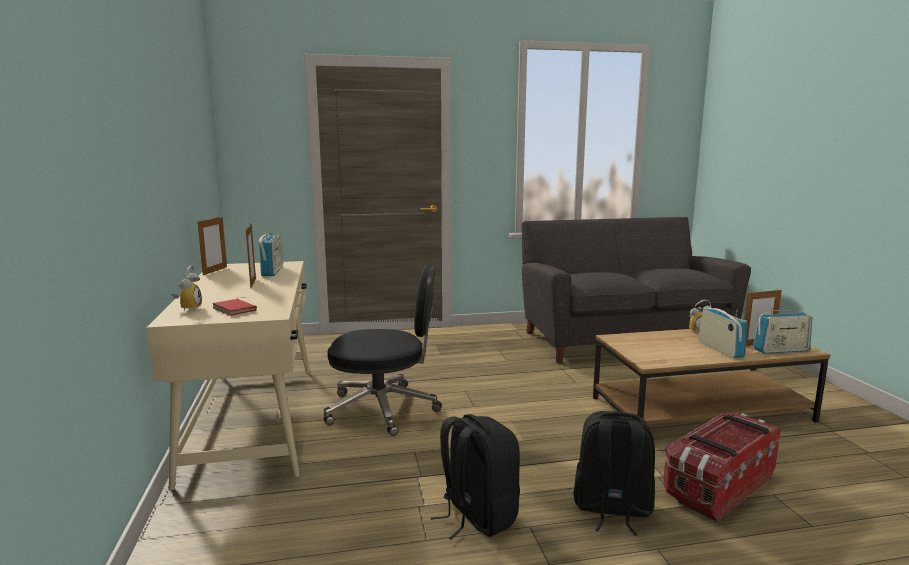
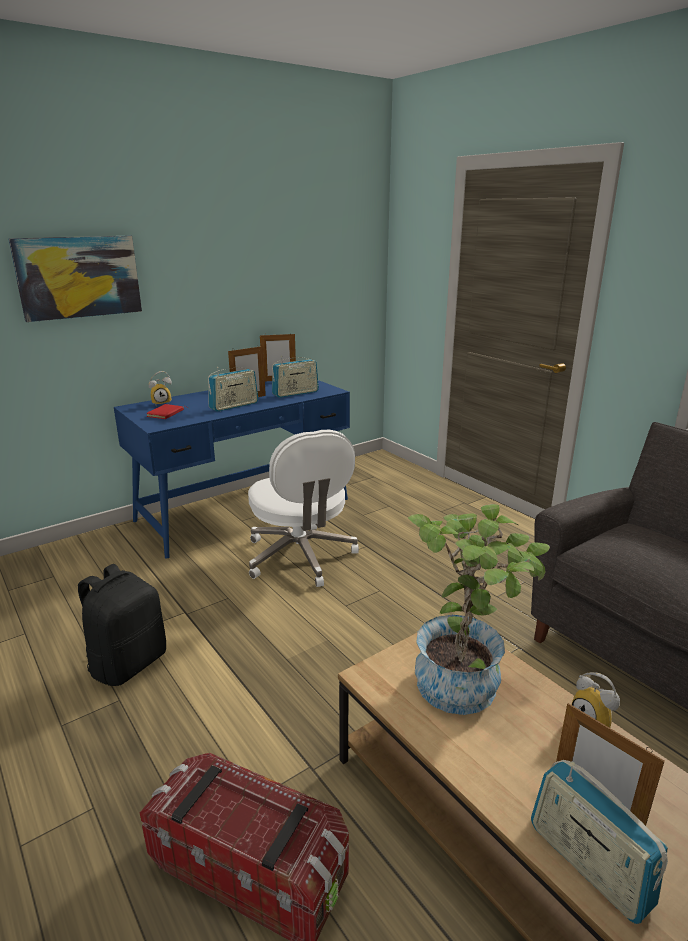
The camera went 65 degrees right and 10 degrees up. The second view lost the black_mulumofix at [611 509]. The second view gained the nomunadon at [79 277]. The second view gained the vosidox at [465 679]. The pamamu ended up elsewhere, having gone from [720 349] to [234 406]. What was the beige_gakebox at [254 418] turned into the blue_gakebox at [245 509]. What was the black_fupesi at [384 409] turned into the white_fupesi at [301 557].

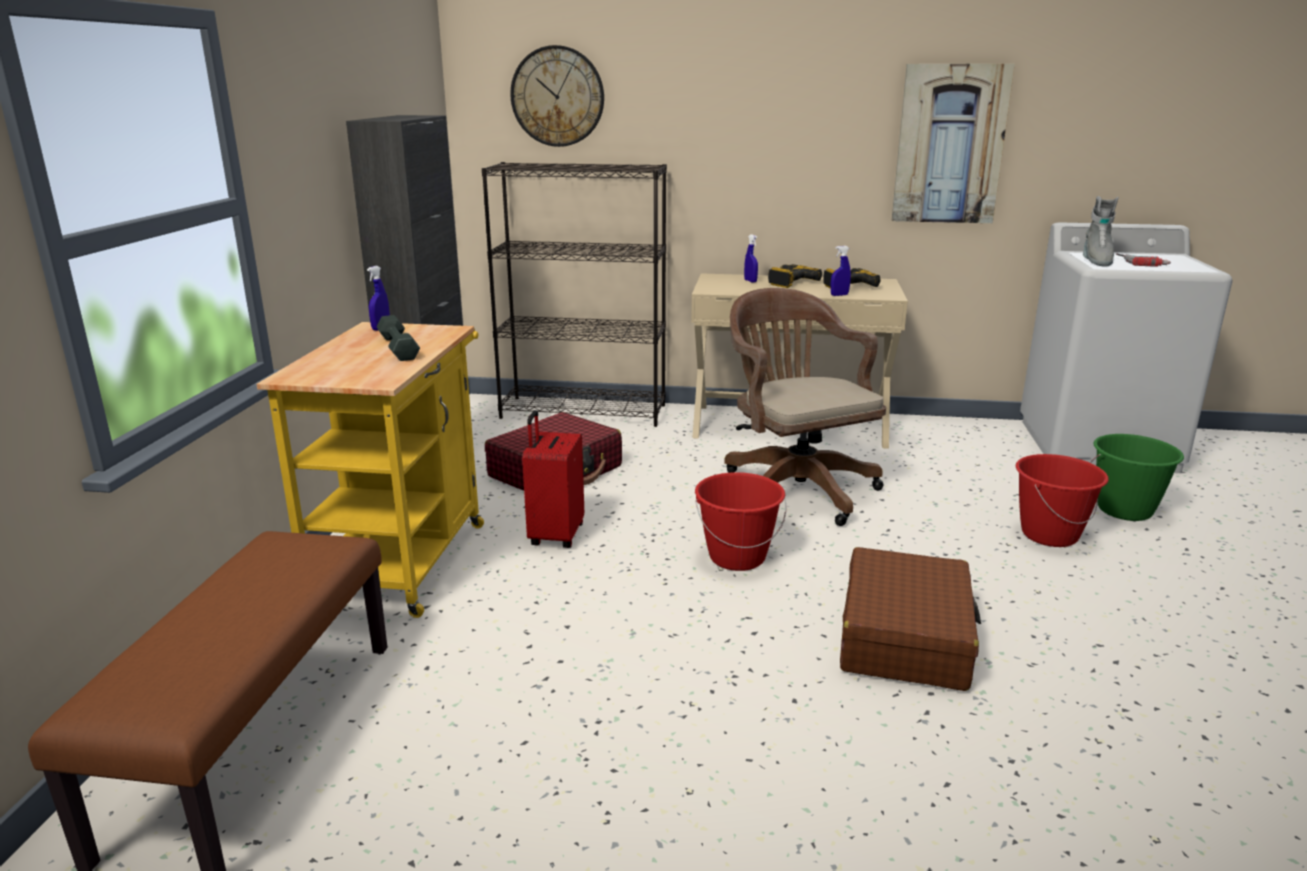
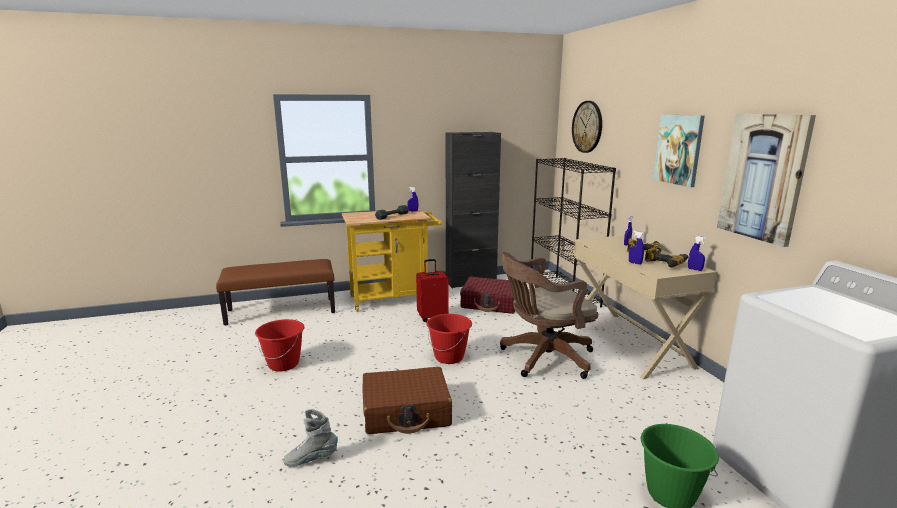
The camera went 65 degrees right and 5 degrees down. The second view lost the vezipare at [1142 262]. The second view gained the nomunadon at [679 149]. The second view gained the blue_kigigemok at [694 269]. The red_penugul ended up elsewhere, having gone from [1049 535] to [284 364]. The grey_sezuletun ended up elsewhere, having gone from [1096 261] to [311 459]. The brown_fupesi at [794 487] ended up facing another way, 150 degrees counterclockwise from before.

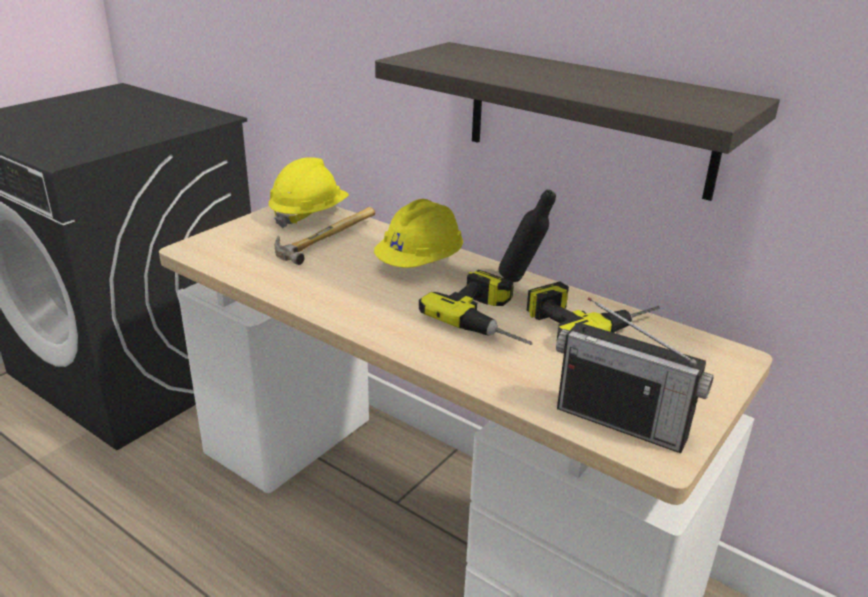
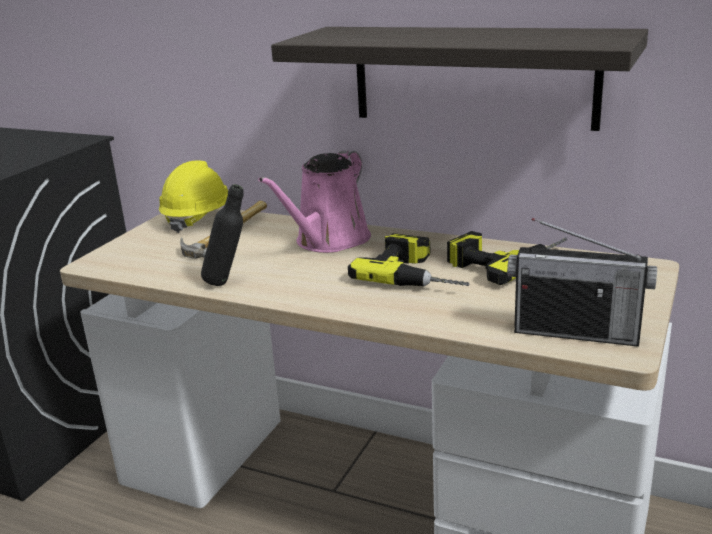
The camera went 10 degrees left and 5 degrees down. The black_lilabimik ended up elsewhere, having gone from [522 279] to [228 282]. Where the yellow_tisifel stood at [420 264], the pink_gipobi came to stand at [328 241].

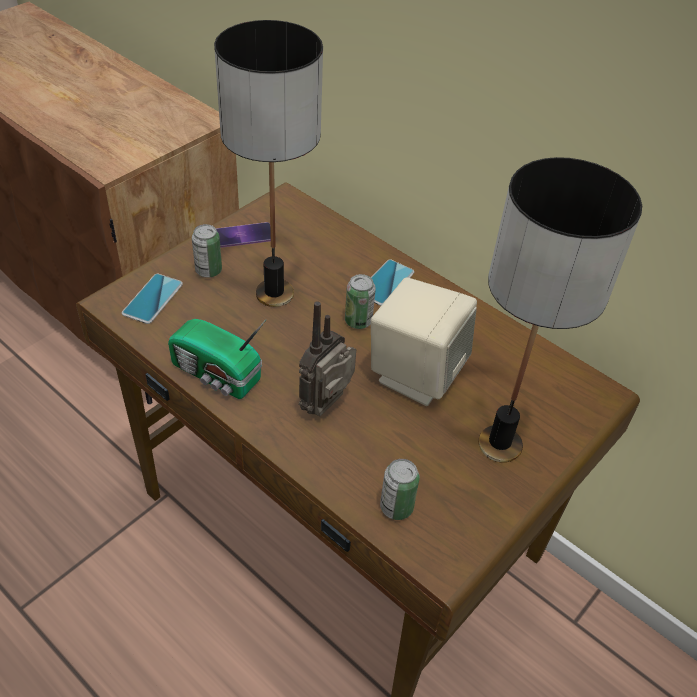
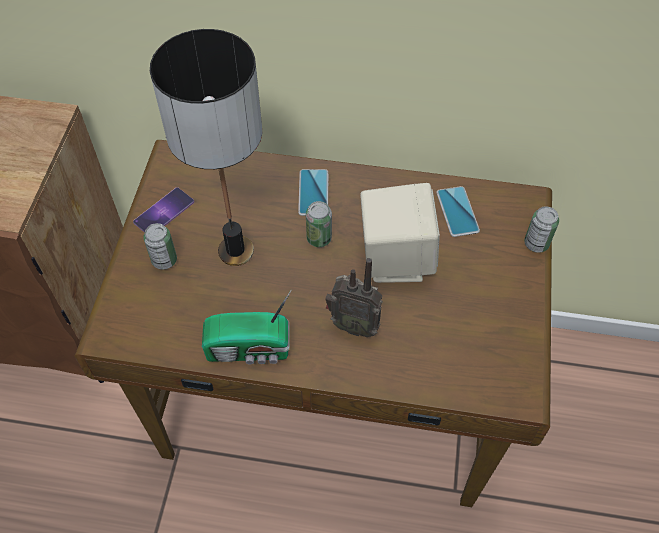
The camera went 30 degrees left and 10 degrees up. The second view lost the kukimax at [500 444]. The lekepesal ended up elsewhere, having gone from [153 299] to [457 212]. The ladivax ended up elsewhere, having gone from [396 507] to [536 243]. The pamamu at [328 406] ended up facing another way, 75 degrees counterclockwise from before.

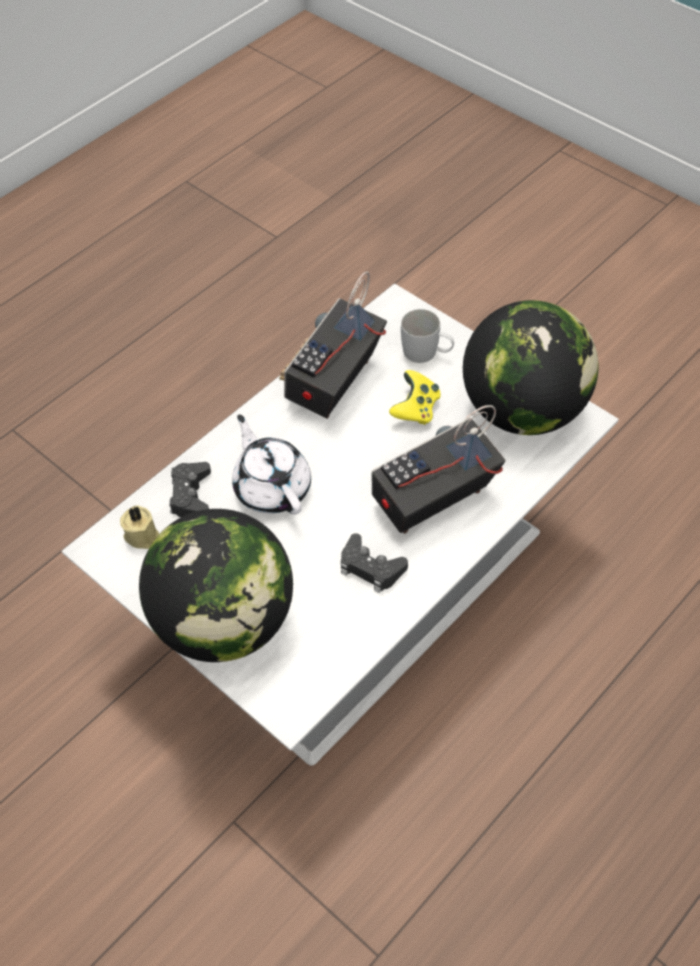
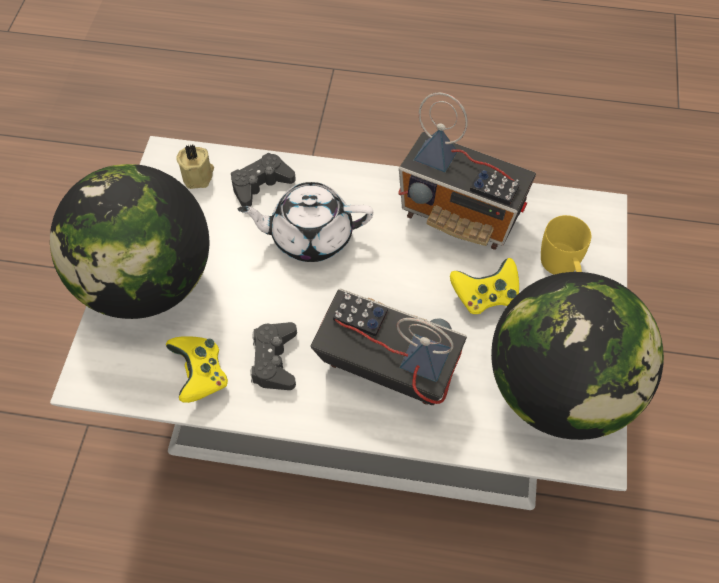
The camera went 55 degrees right and 5 degrees up. The second view gained the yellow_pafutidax at [200 376]. What was the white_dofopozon at [427 353] turned into the yellow_dofopozon at [562 268]. The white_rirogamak at [272 487] ended up facing another way, 120 degrees counterclockwise from before. The pamamu at [333 384] ended up facing another way, 150 degrees counterclockwise from before.

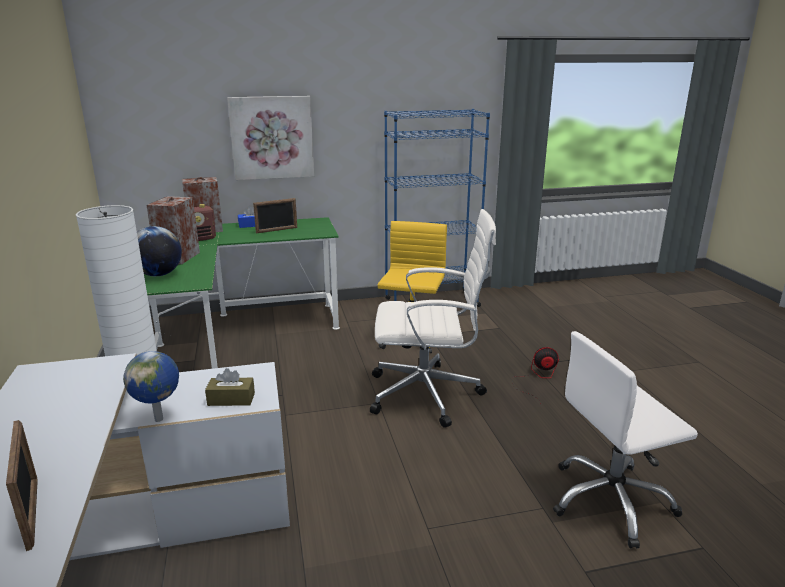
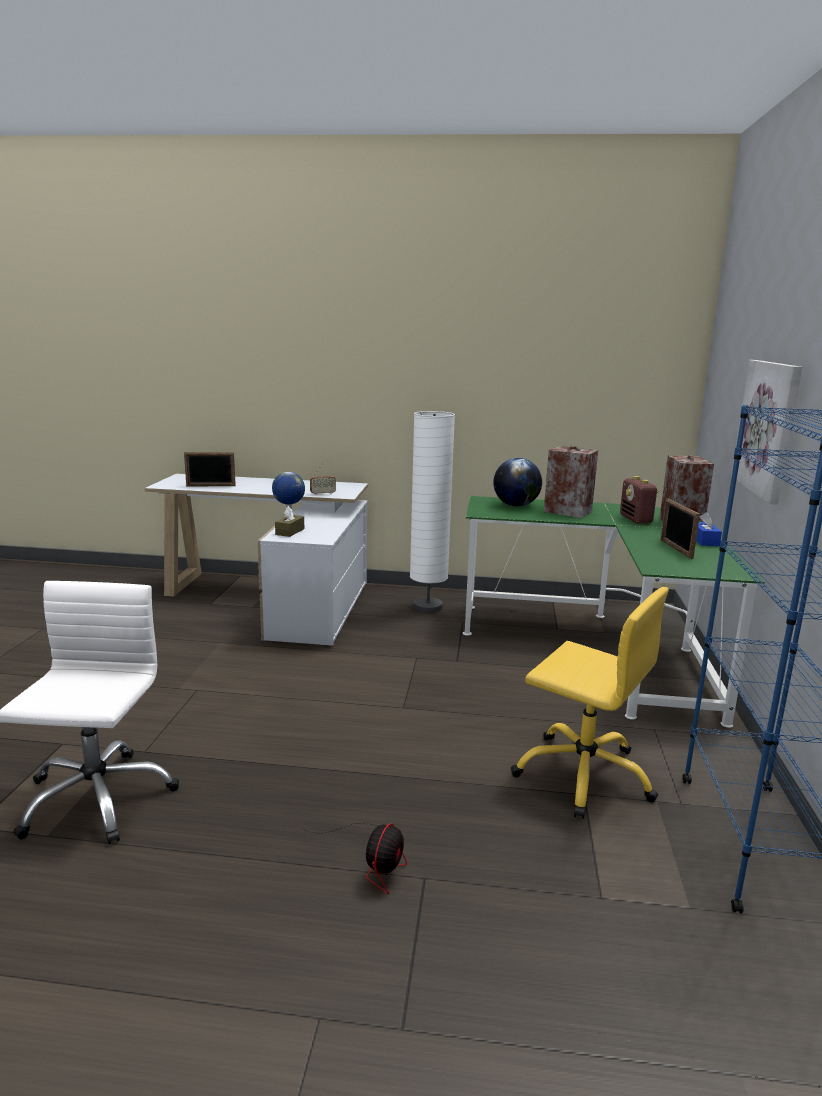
The camera went 110 degrees right and 5 degrees down. The second view lost the white_fupesi at [428 394]. The second view gained the pamamu at [322 494].

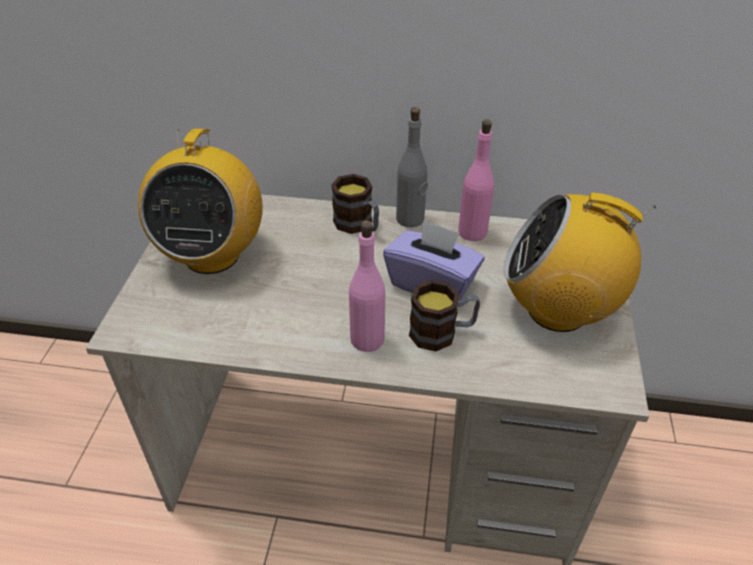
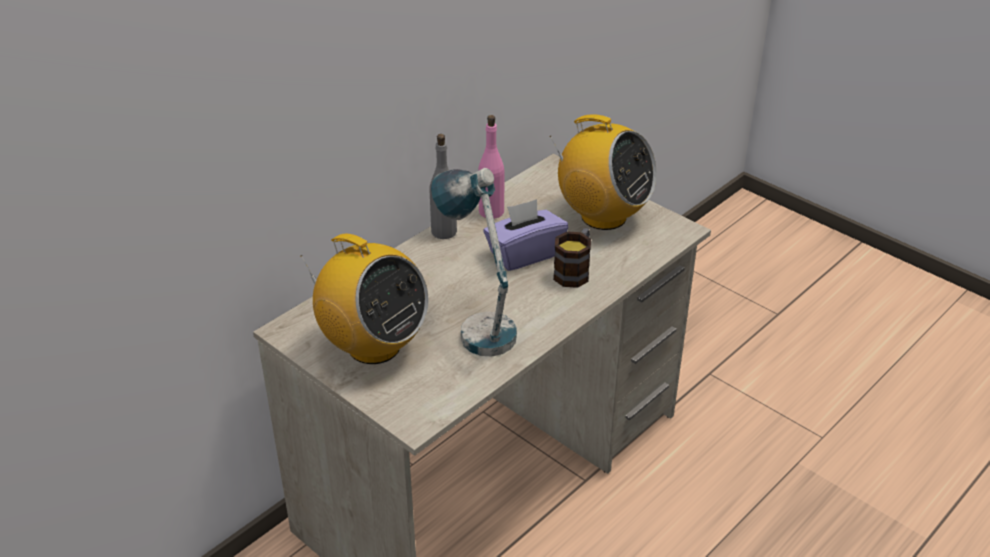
The camera went 55 degrees left and 5 degrees down. The second view lost the dofopozon at [358 225]. The second view lost the pink_lilabimik at [367 339]. The second view gained the kukimax at [477 322]. The pamamu at [558 310] ended up facing another way, 105 degrees counterclockwise from before.

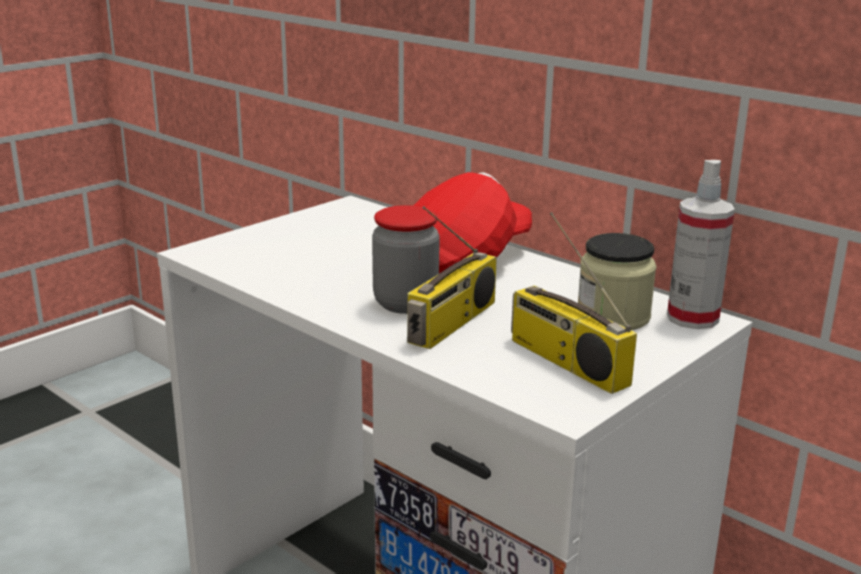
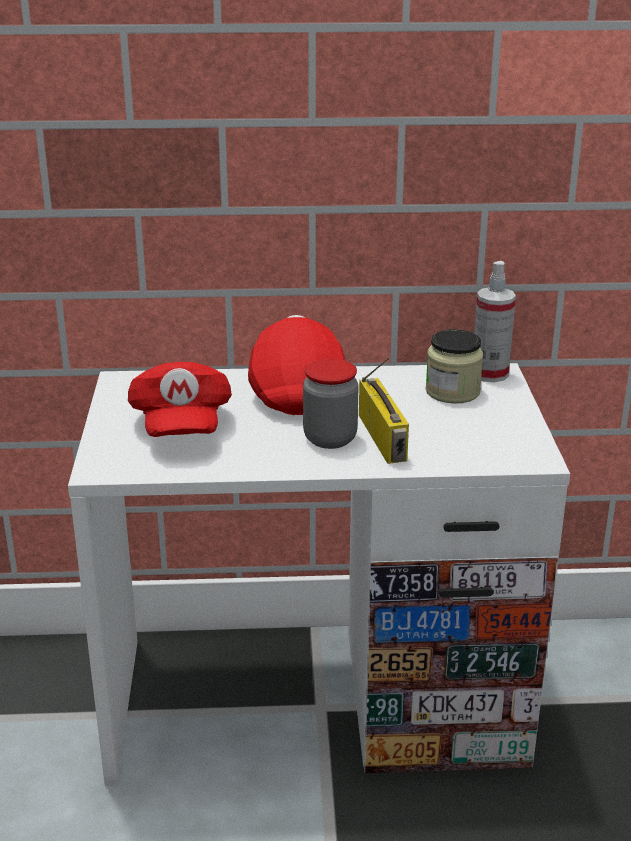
The camera went 45 degrees left and 5 degrees up. The second view lost the pamamu at [564 361]. The second view gained the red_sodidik at [181 426].

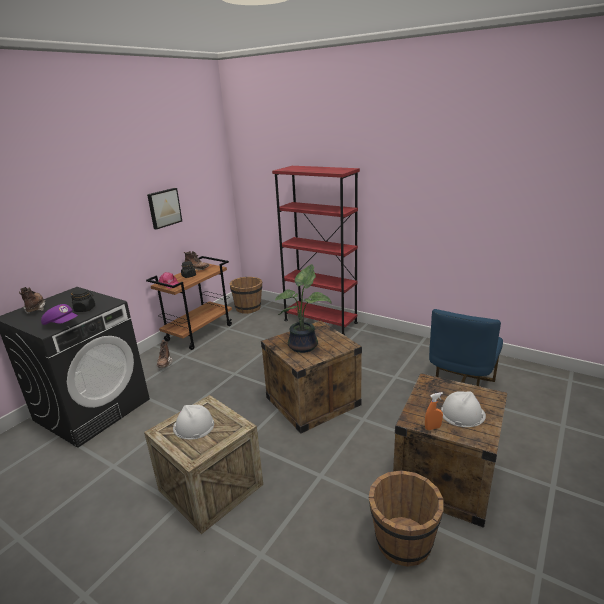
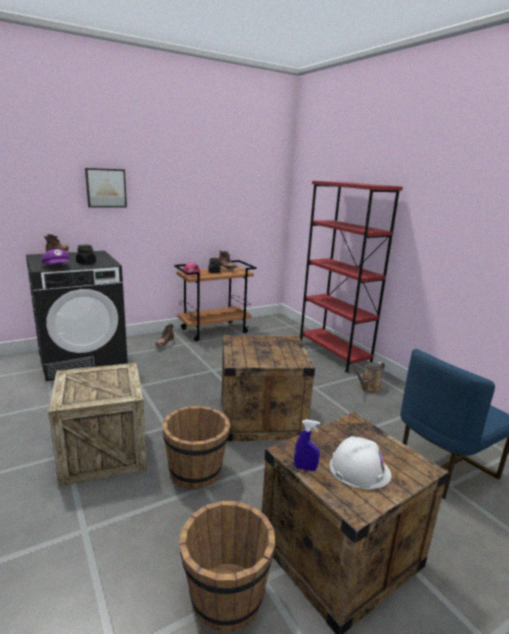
The camera went 25 degrees right and 5 degrees down. The second view lost the white_tisifel at [193 426]. The second view lost the vosidox at [305 345]. The second view gained the brown_gipobi at [368 388]. The nomunadon ended up elsewhere, having gone from [164 208] to [106 188]. The brown_penugul ended up elsewhere, having gone from [248 308] to [196 471]. What was the orange_kigigemok at [432 428] turned into the blue_kigigemok at [305 468].

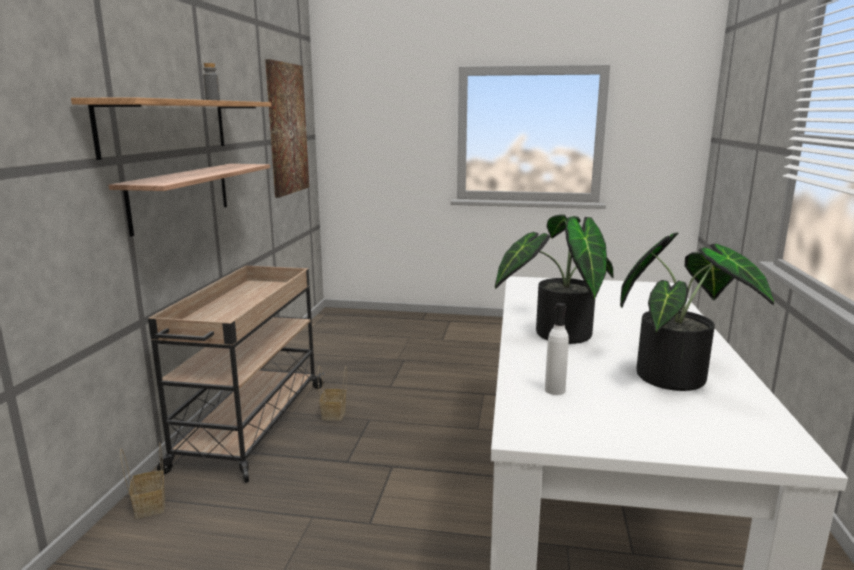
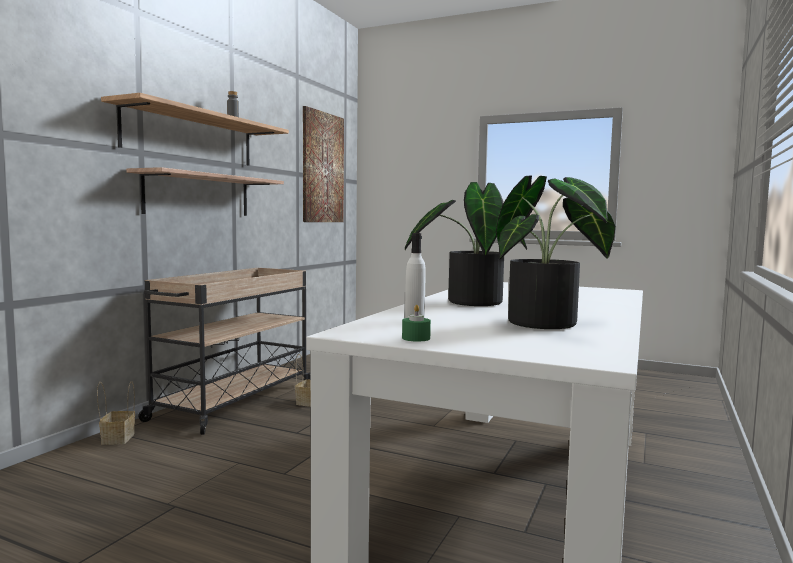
The camera went 15 degrees right and 10 degrees down. The second view gained the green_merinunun at [416 338].

